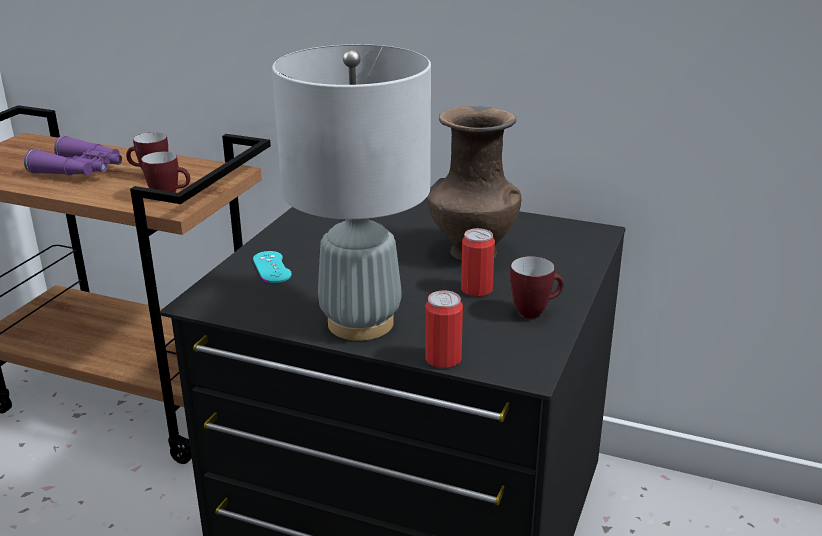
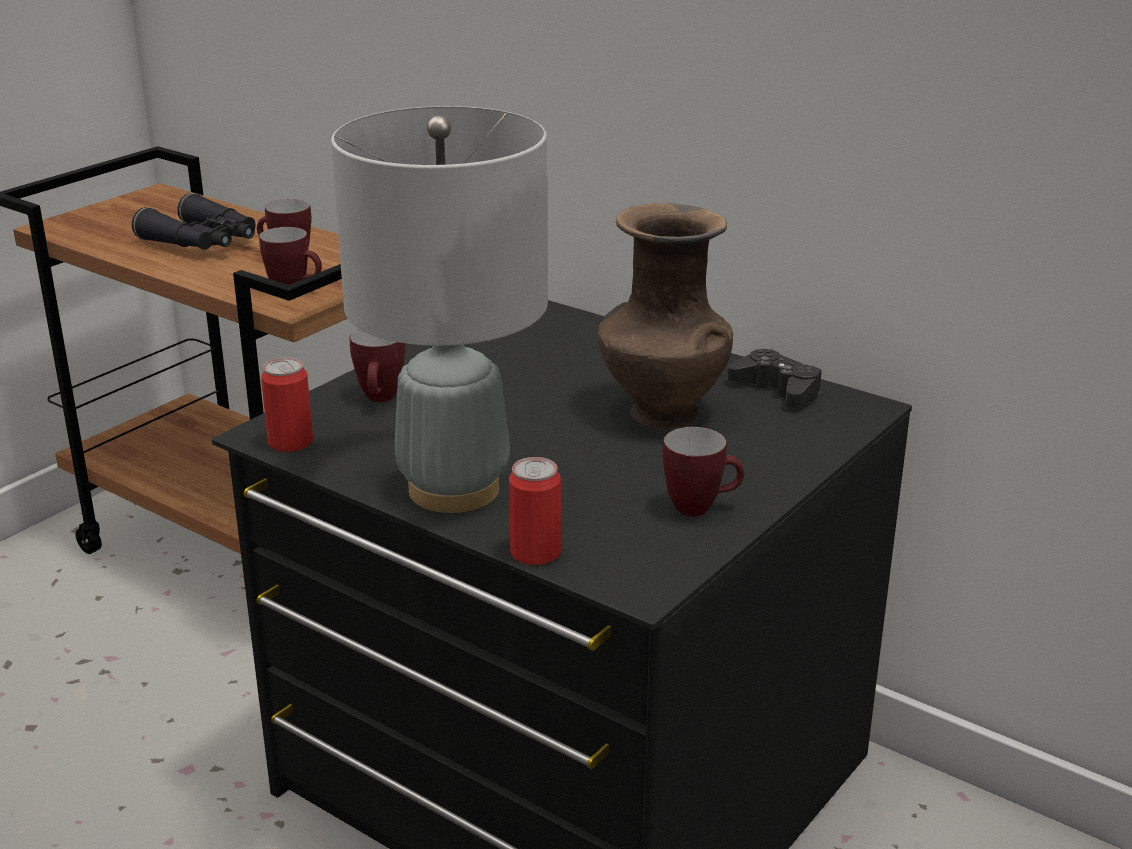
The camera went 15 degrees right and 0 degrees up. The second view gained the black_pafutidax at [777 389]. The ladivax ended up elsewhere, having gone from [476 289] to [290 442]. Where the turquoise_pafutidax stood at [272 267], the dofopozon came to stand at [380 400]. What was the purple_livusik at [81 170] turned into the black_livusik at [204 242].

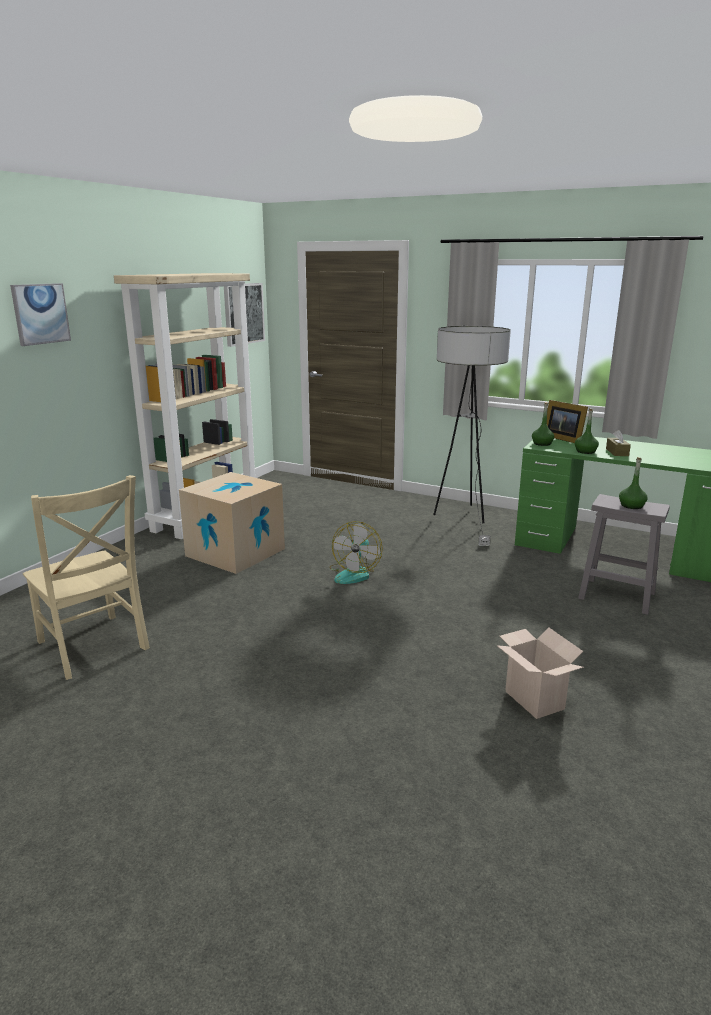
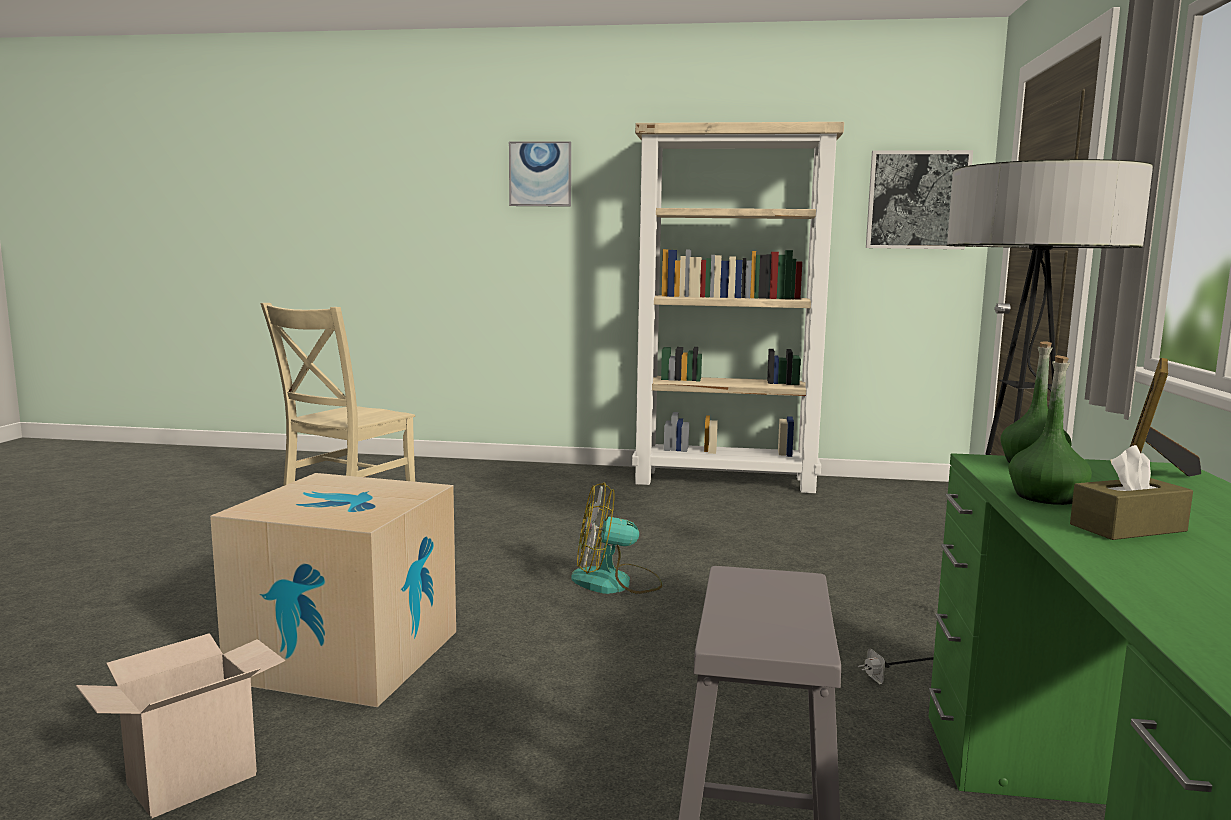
The camera went 70 degrees right and 10 degrees down. The second view lost the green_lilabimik at [631 506]. The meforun ended up elsewhere, having gone from [235 552] to [346 655].

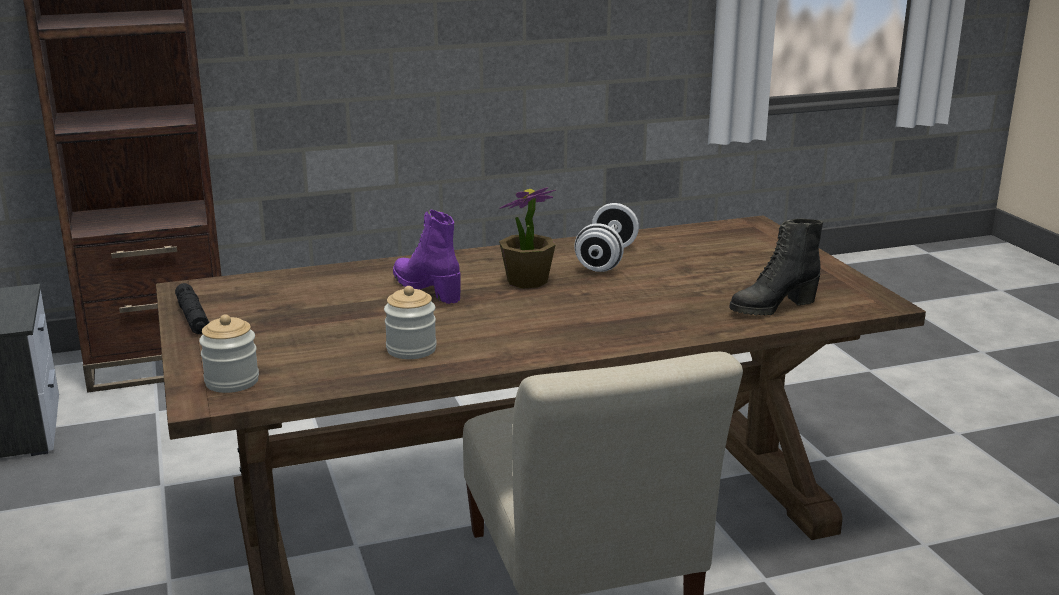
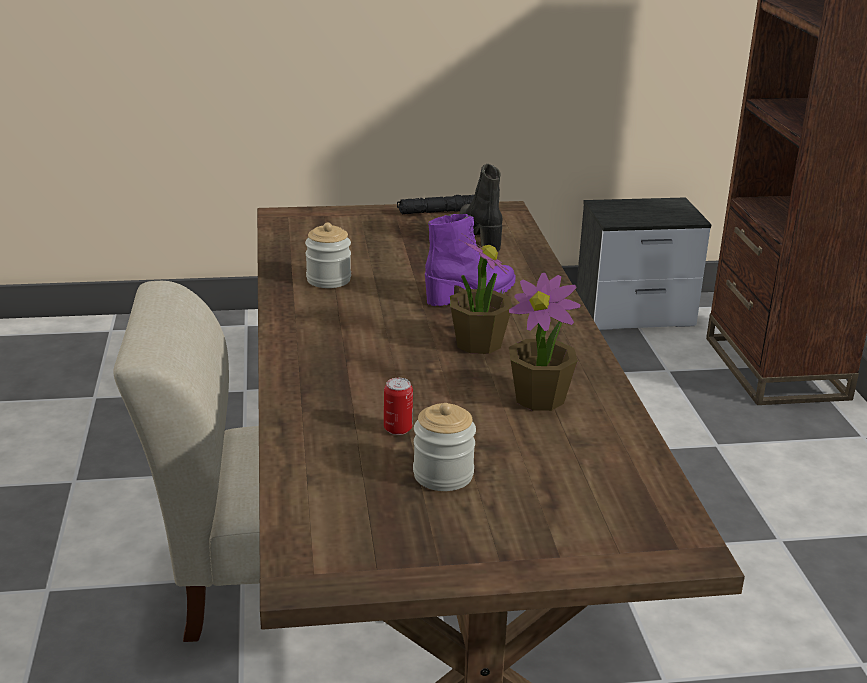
The camera went 100 degrees right and 5 degrees up. The second view gained the ladivax at [398 429]. The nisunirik ended up elsewhere, having gone from [232 381] to [443 475]. The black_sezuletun ended up elsewhere, having gone from [772 307] to [481 236]. Where the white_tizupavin stood at [606 259], the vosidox came to stand at [540 398].

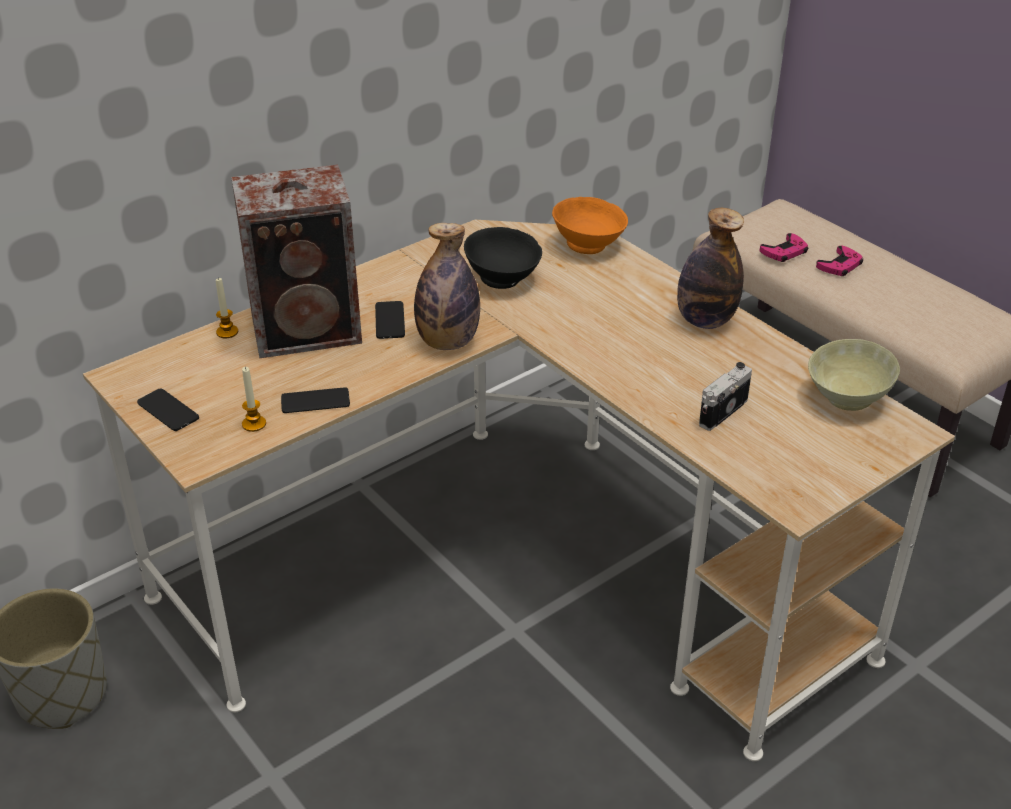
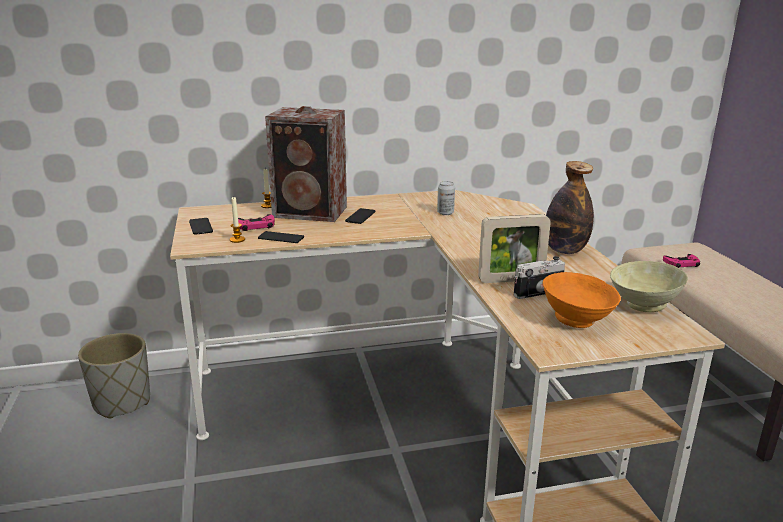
The camera went 25 degrees right and 15 degrees down. The second view lost the lilabimik at [448 342]. The second view gained the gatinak at [511 280]. The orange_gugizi ended up elsewhere, having gone from [589 246] to [577 321]. The pink_pafutidax ended up elsewhere, having gone from [840 265] to [256 226]. Where the black_gugizi stood at [502 280], the ladivax came to stand at [445 213].

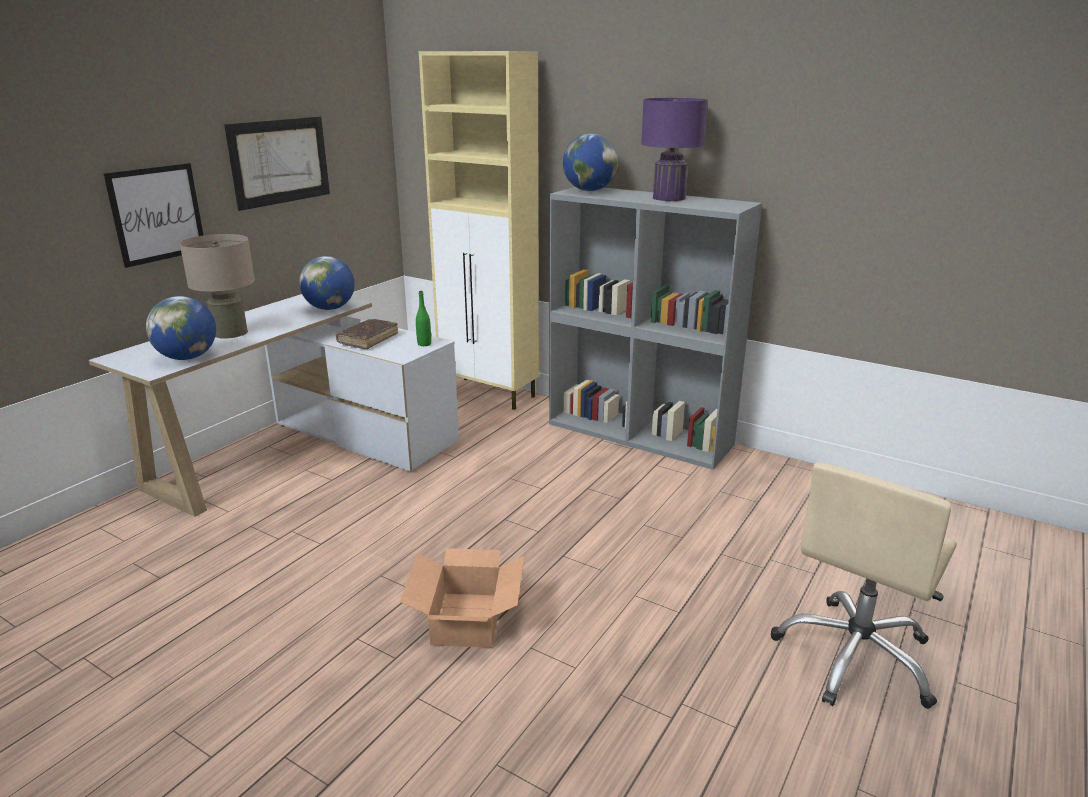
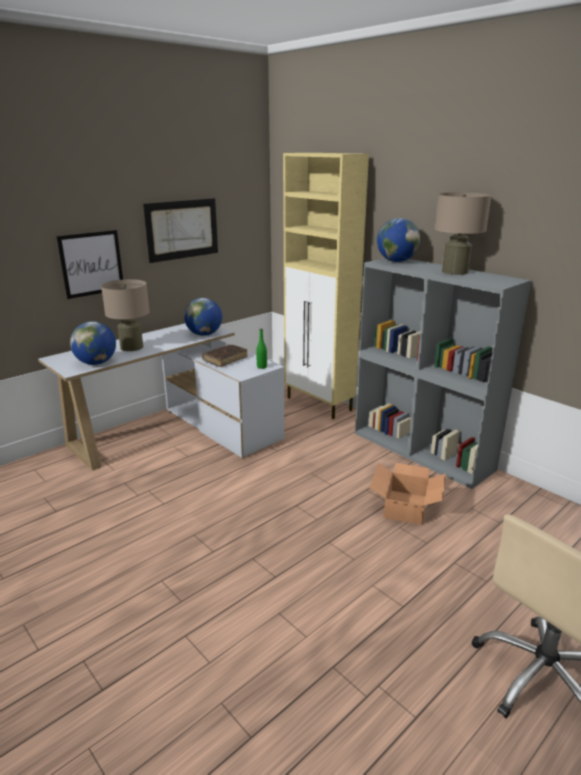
The camera went 15 degrees right and 0 degrees up. The meforun ended up elsewhere, having gone from [468 619] to [406 507]. What was the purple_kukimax at [669 198] turned into the beige_kukimax at [455 271].

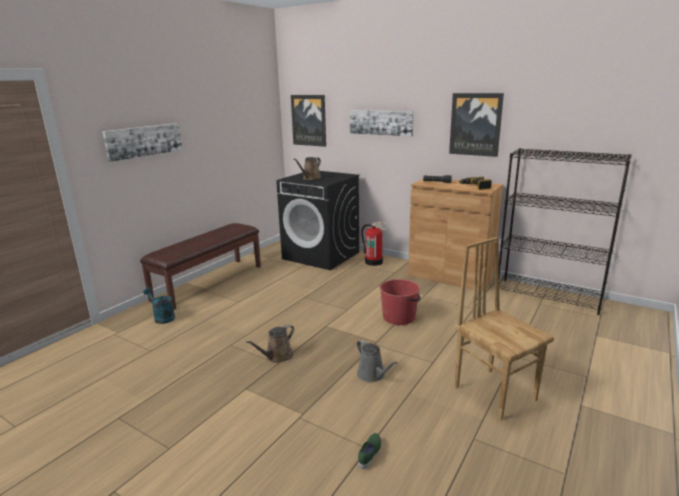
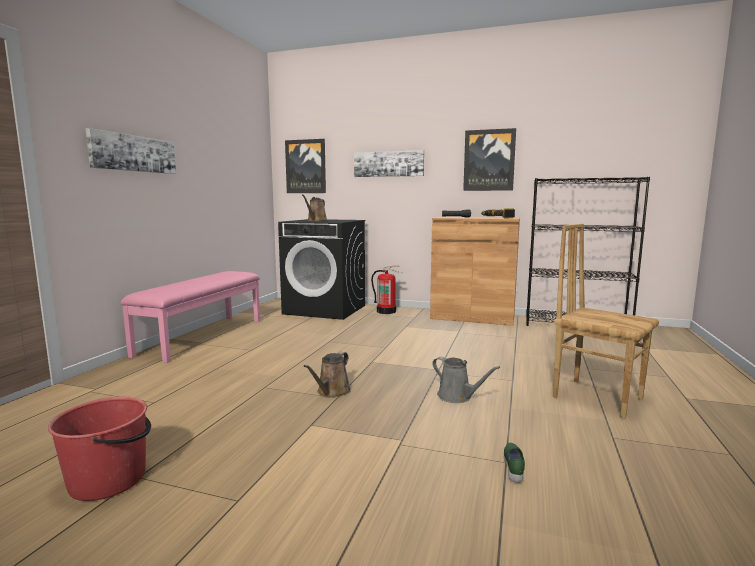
The camera went 15 degrees left and 10 degrees down. The second view lost the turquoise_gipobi at [162 317]. The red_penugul ended up elsewhere, having gone from [399 317] to [109 479]. What was the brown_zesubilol at [209 282] turned into the pink_zesubilol at [202 336].

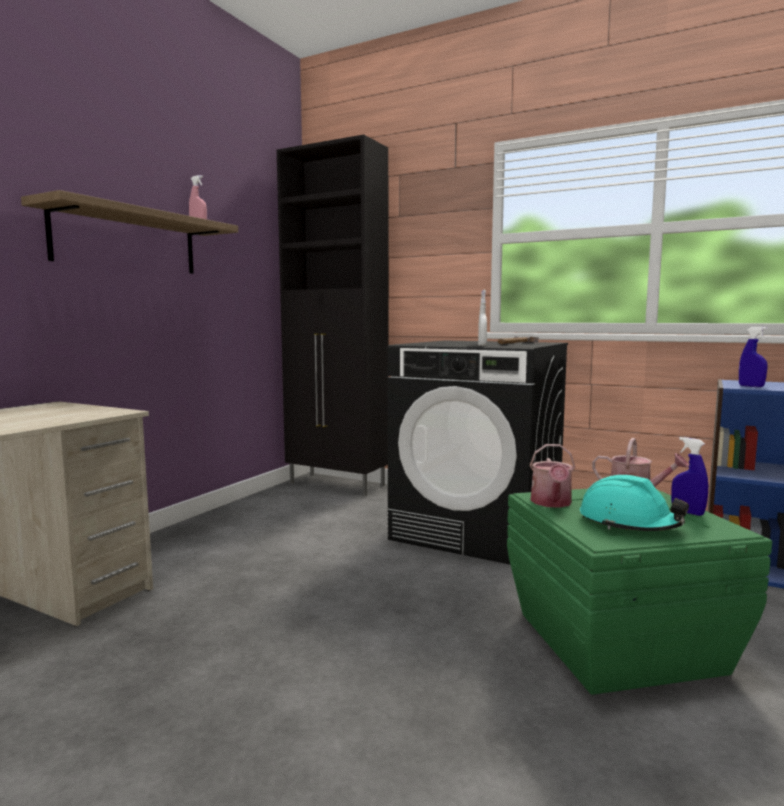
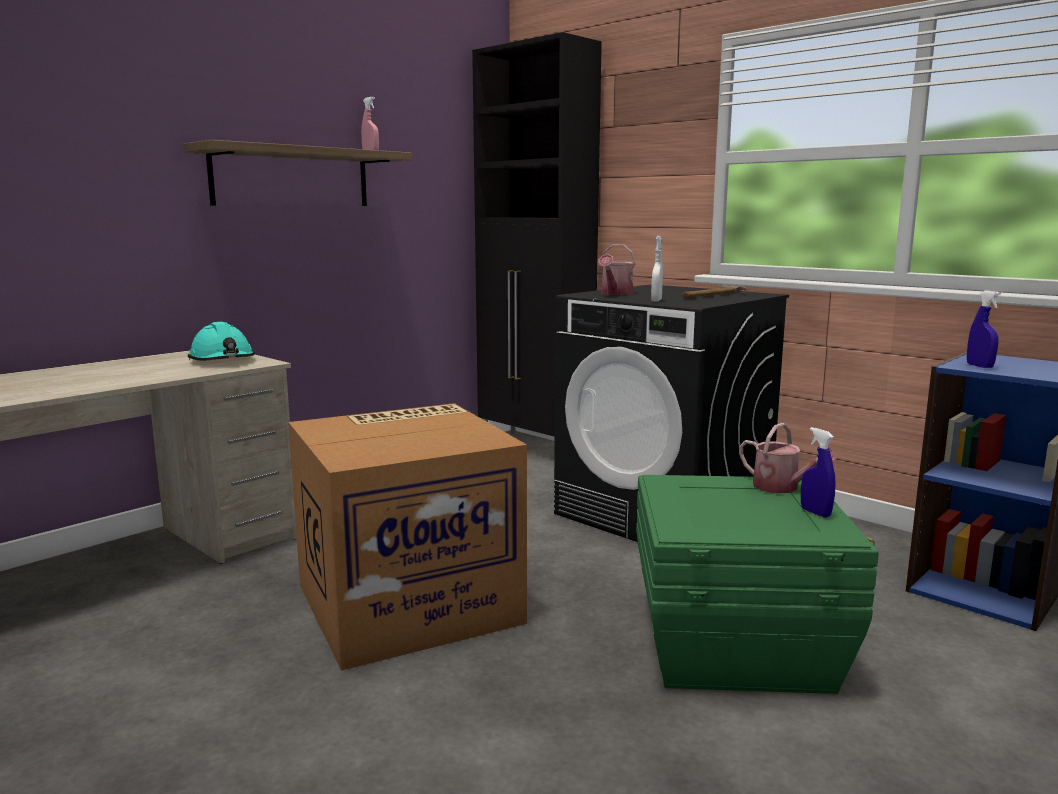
The camera went 15 degrees right and 5 degrees up. The second view gained the meforun at [409 601]. The gipobi ended up elsewhere, having gone from [551 503] to [615 293]. The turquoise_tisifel ended up elsewhere, having gone from [629 523] to [223 360].

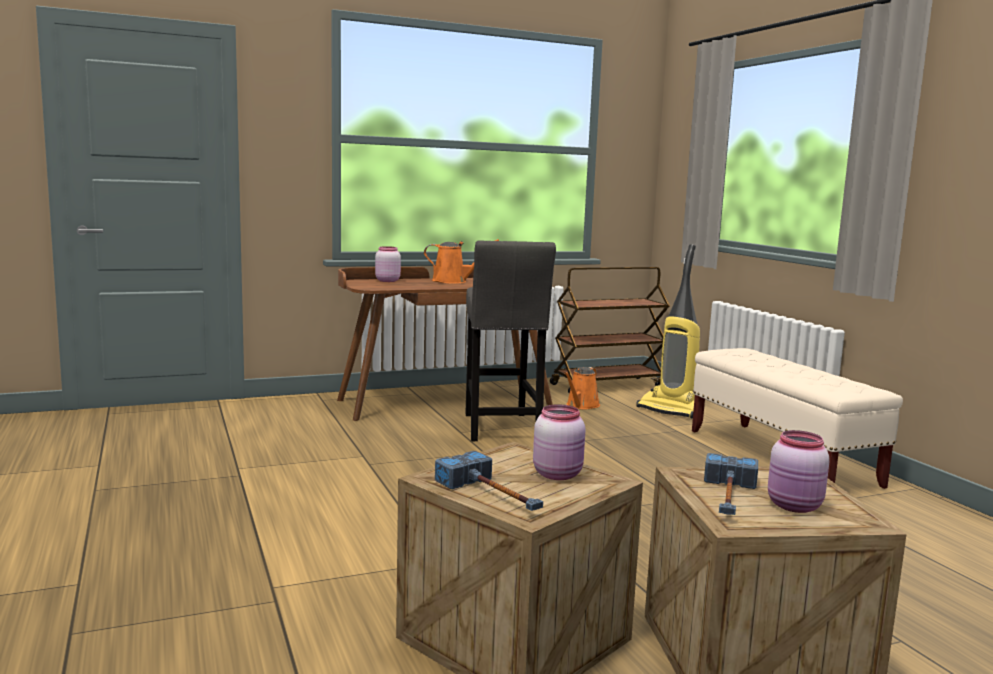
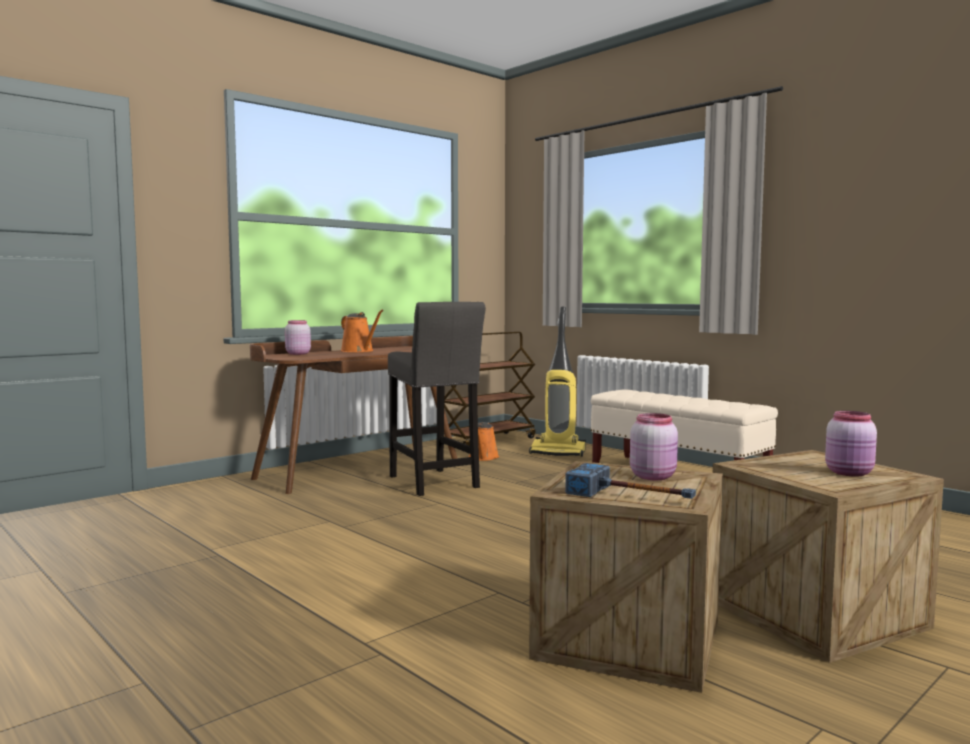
The camera went 20 degrees left and 5 degrees down. The second view lost the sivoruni at [728 497]. The orange_gipobi at [453 281] ended up facing another way, 60 degrees clockwise from before.

